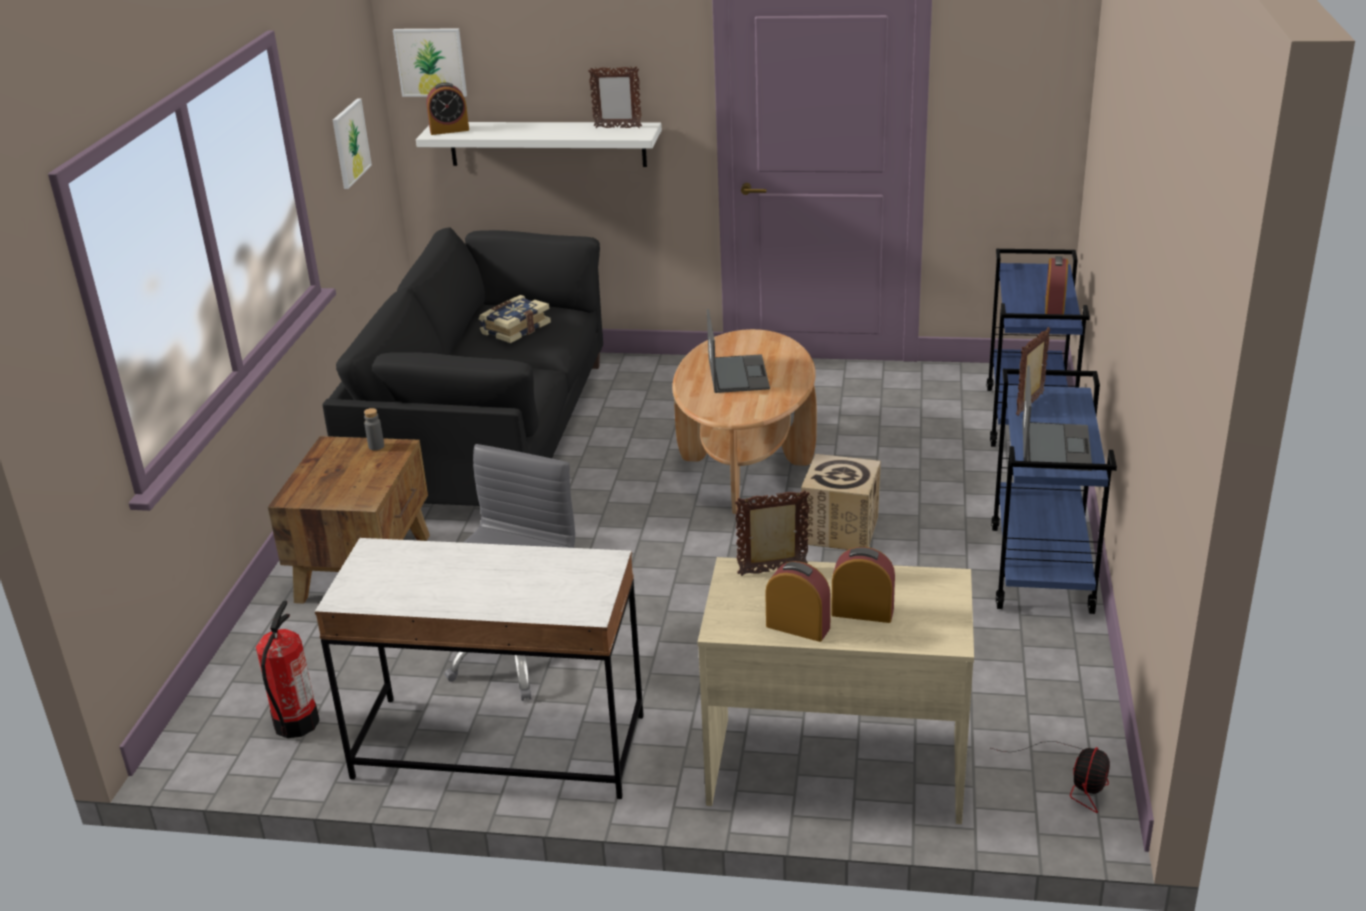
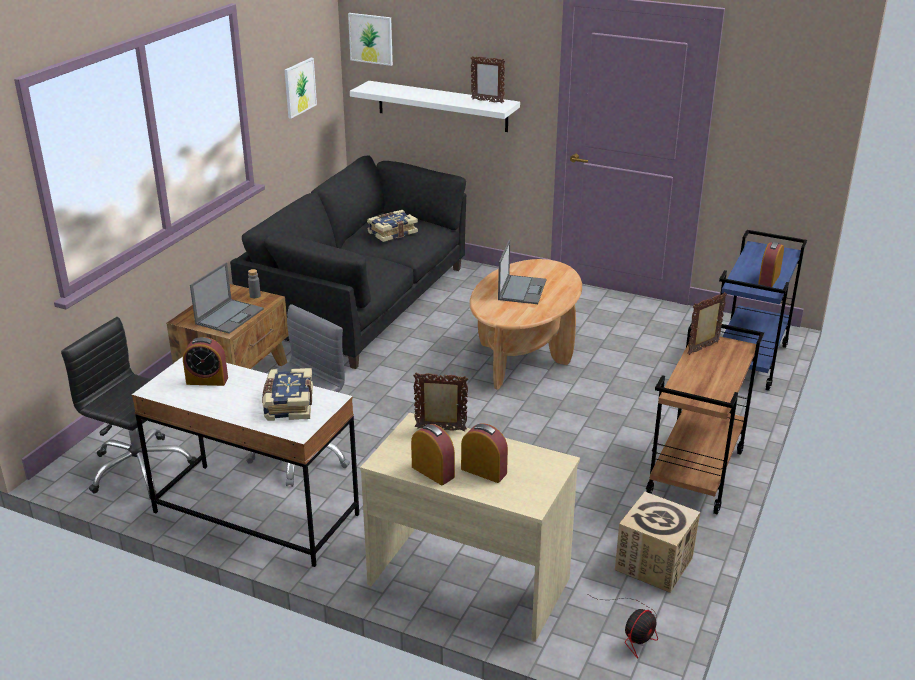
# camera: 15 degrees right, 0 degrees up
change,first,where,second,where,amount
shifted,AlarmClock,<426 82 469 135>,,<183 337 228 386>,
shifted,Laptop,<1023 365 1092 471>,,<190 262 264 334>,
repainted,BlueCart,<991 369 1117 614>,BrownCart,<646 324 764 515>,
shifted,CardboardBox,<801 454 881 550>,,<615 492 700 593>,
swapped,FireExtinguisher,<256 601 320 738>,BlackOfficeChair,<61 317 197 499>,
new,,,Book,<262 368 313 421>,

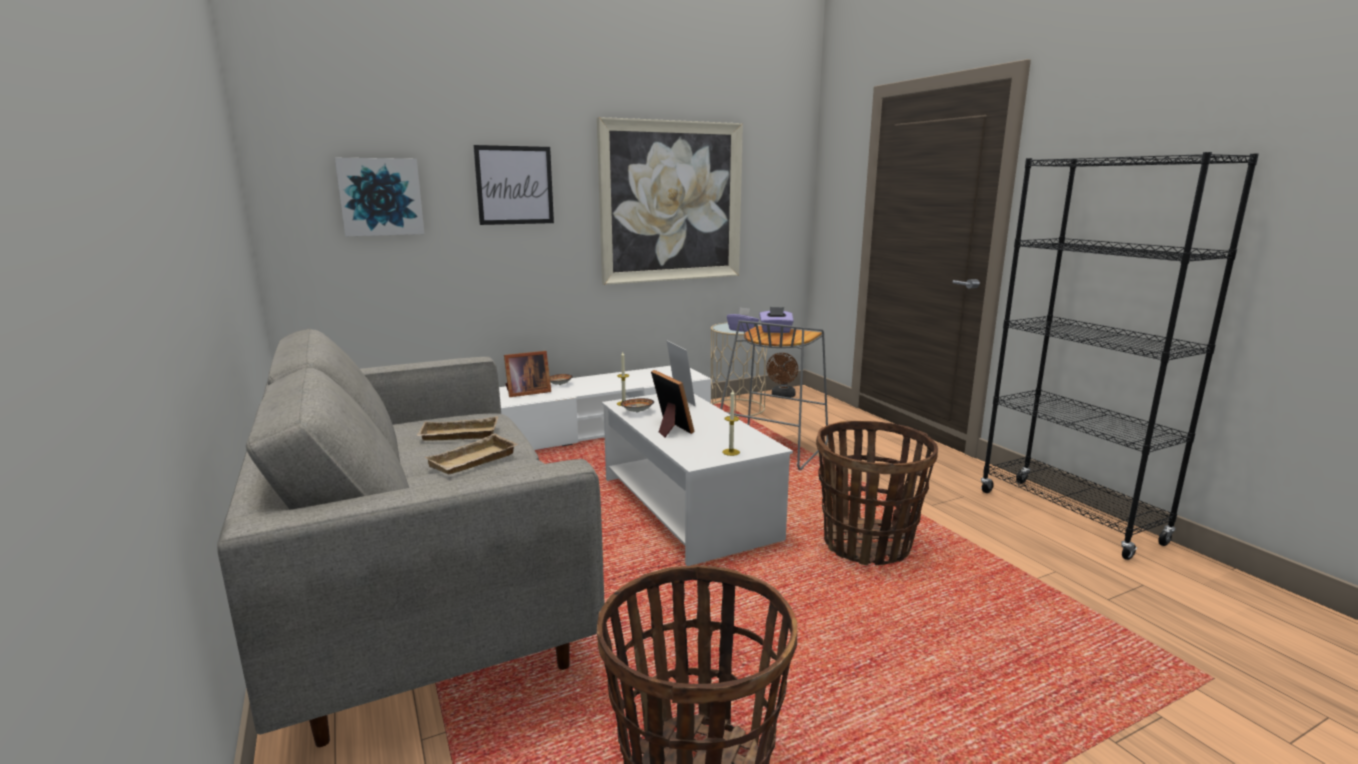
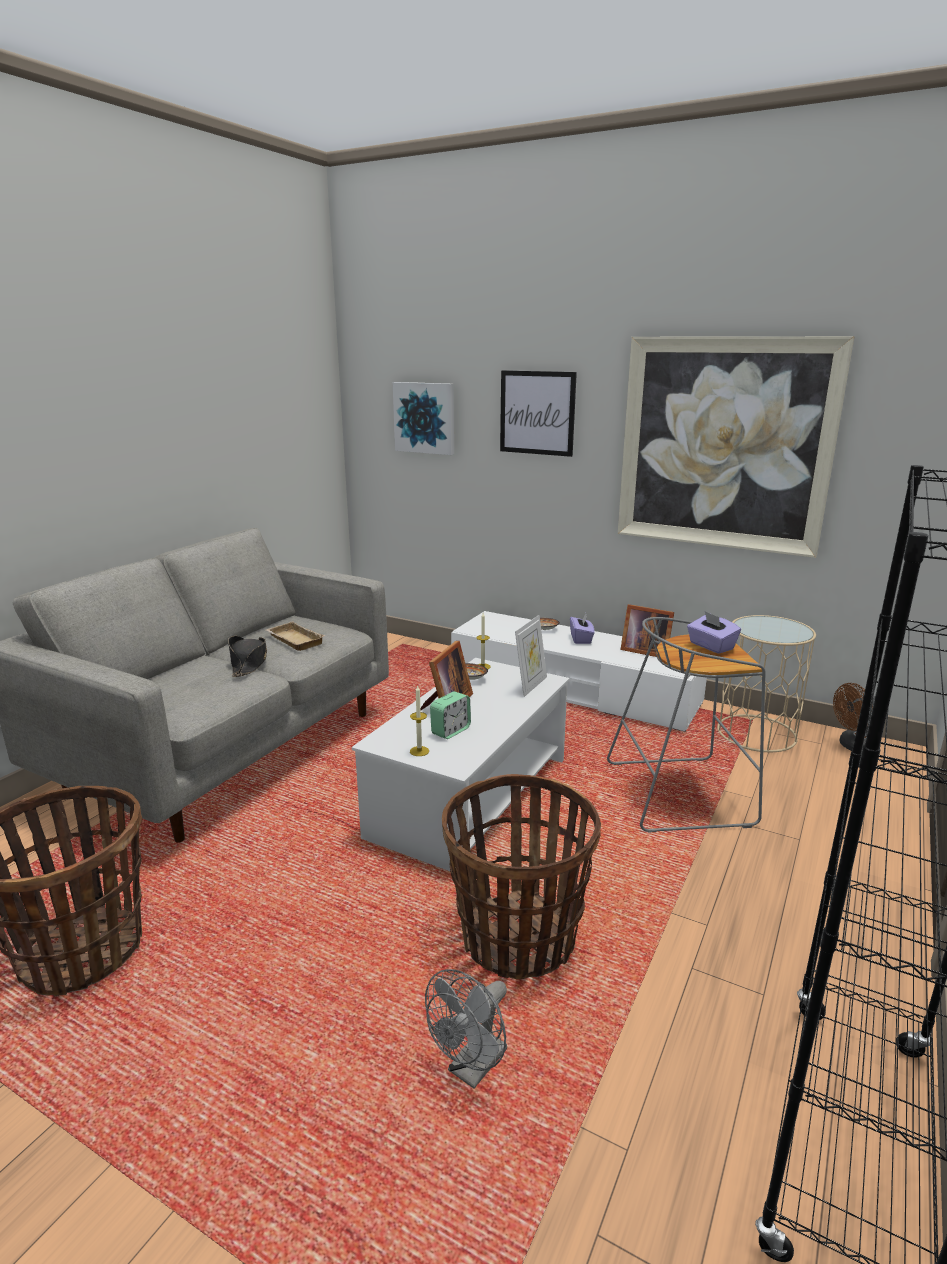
# camera: 55 degrees right, 5 degrees up
change,first,where,second,where,amount
shifted,PurpleTissueBox,<727 307 759 332>,,<570 613 595 644>,
shifted,PictureFrame,<504 351 551 397>,,<620 604 674 657>,
swapped,BeigeTray,<424 433 518 474>,BlackHat,<228 636 267 677>,
new,,,AlarmClock,<430 691 471 739>,
new,,,GreyFan,<425 969 507 1089>,

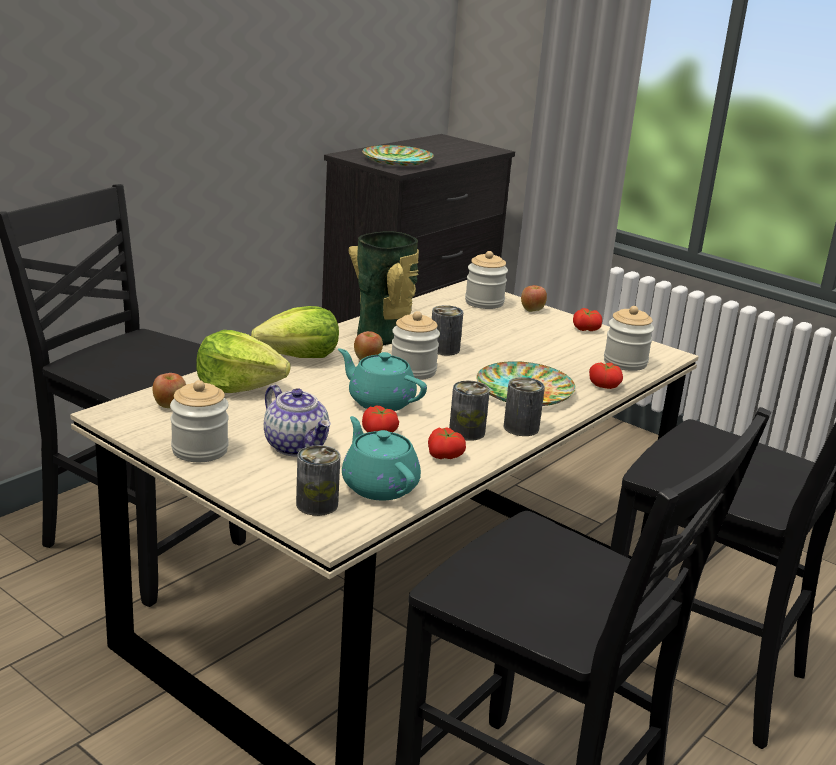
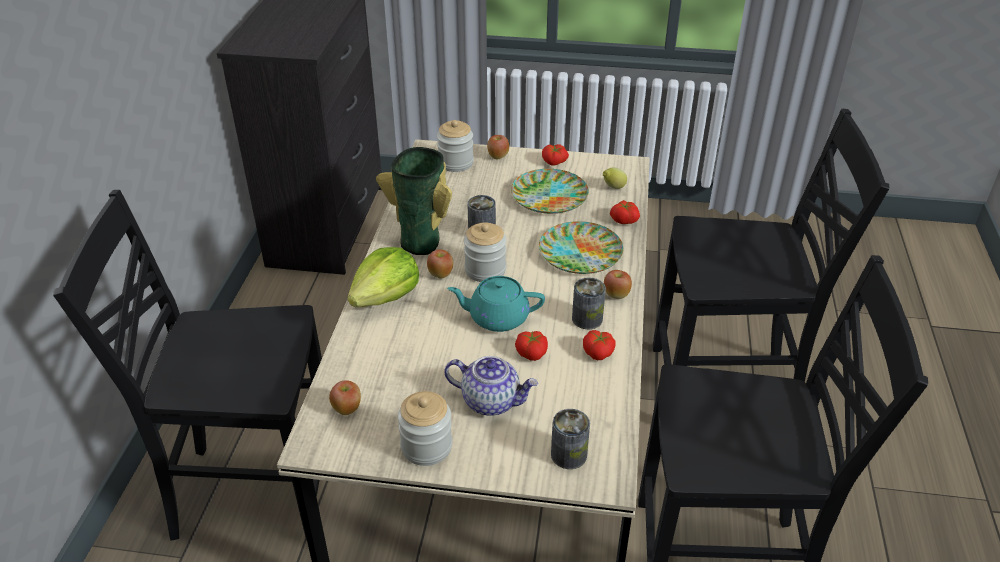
# camera: 30 degrees left, 15 degrees up
change,first,where,second,where,amount
shifted,Plate,<362 145 434 166>,,<511 169 589 214>,
swapped,Jar,<604 306 654 371>,Lemon,<603 167 627 189>,
gone,Lettuce,<196 330 291 393>,,,
swapped,Can,<504 377 545 436>,Apple,<604 270 632 299>,
gone,TurquoiseTeapot,<342 416 421 501>,,,

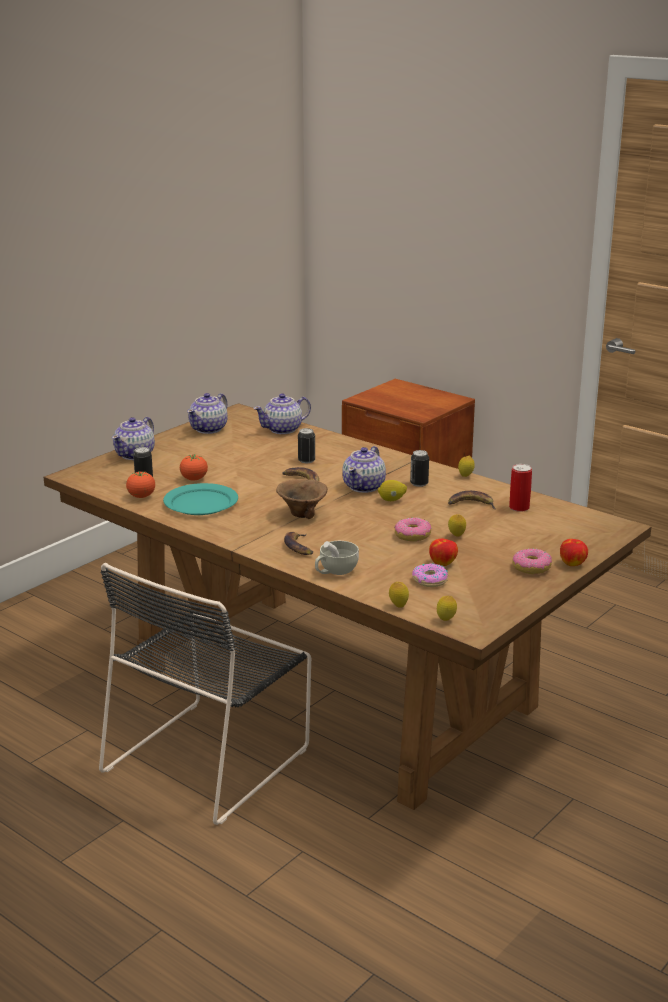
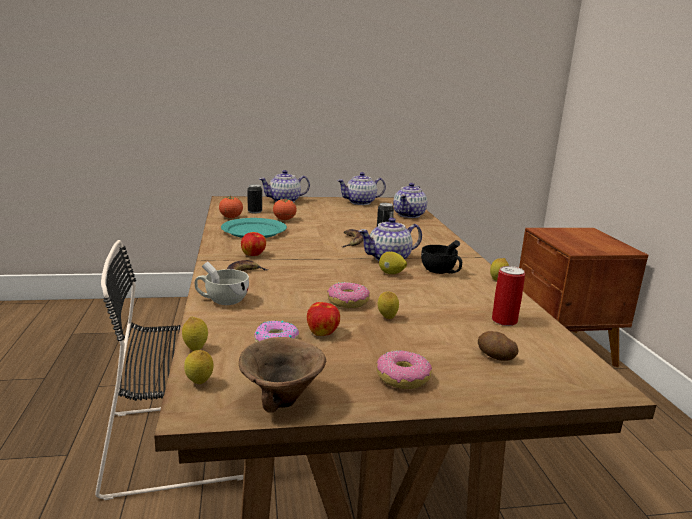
# camera: 40 degrees right, 5 degrees down
change,first,where,second,where,amount
rotated,Teapot,<253 393 311 434>,,<393 183 427 218>,75 degrees counterclockwise
swapped,Can,<410 450 429 487>,BlackCup,<421 240 462 274>,
shifted,BrownBowl,<276 479 328 519>,,<239 337 326 413>,
gone,Banana,<448 491 495 509>,,,
shifted,Apple,<560 539 588 566>,,<241 232 266 256>,
new,,,Potato,<478 331 519 361>,

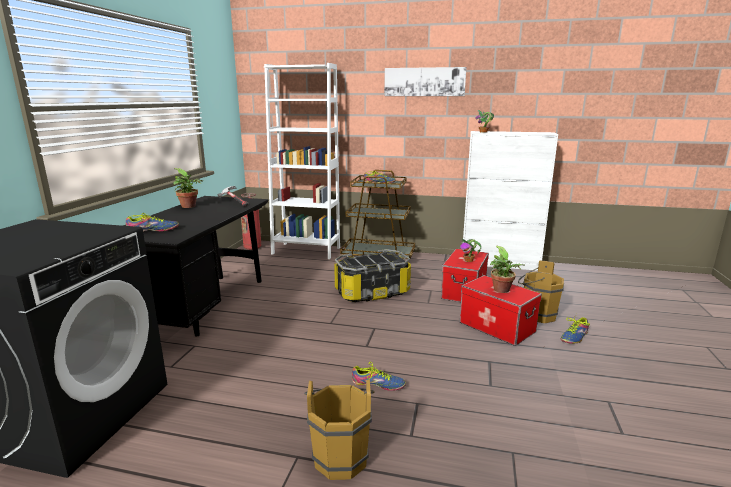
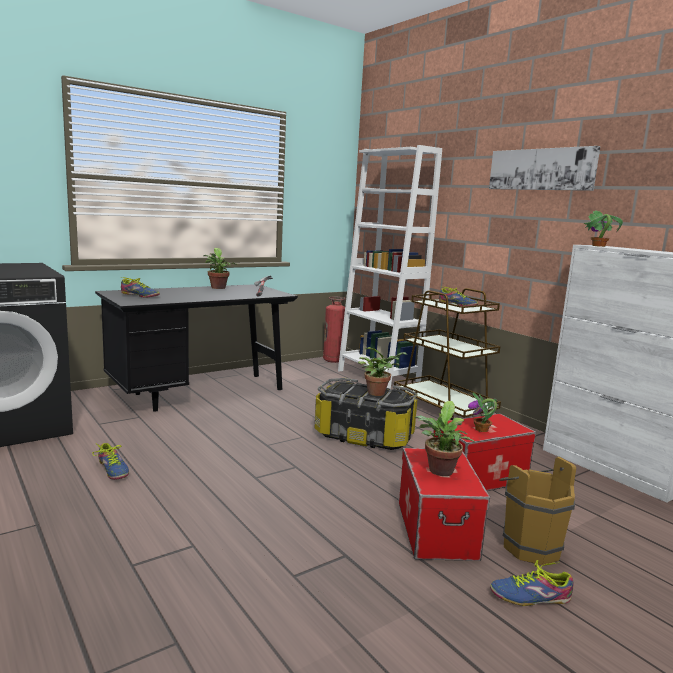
# camera: 40 degrees right, 5 degrees down
change,first,where,second,where,amount
shifted,Shoe,<352 362 406 391>,,<92 443 129 480>,
gone,BrownBucket,<304 379 375 480>,,,
new,,,PottedPlant,<358 347 407 396>,

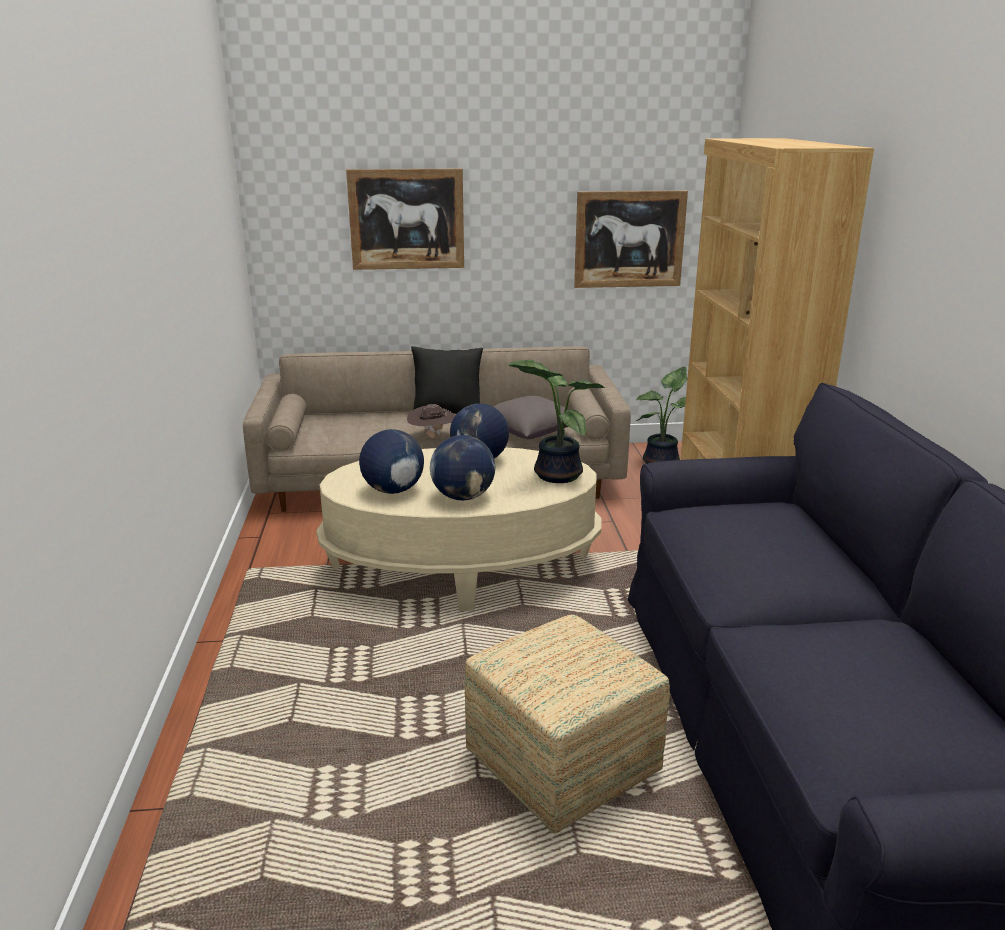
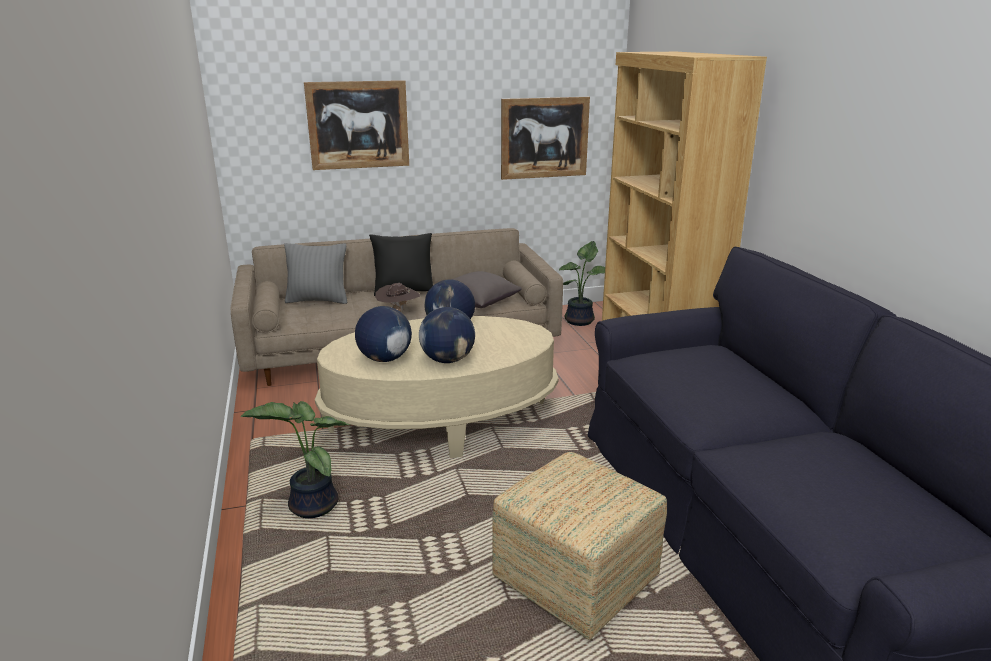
# camera: 10 degrees left, 0 degrees up
change,first,where,second,where,amount
shifted,PottedPlant,<508 360 606 483>,,<241 401 350 518>,
new,,,GreyPillow,<284 243 347 304>,

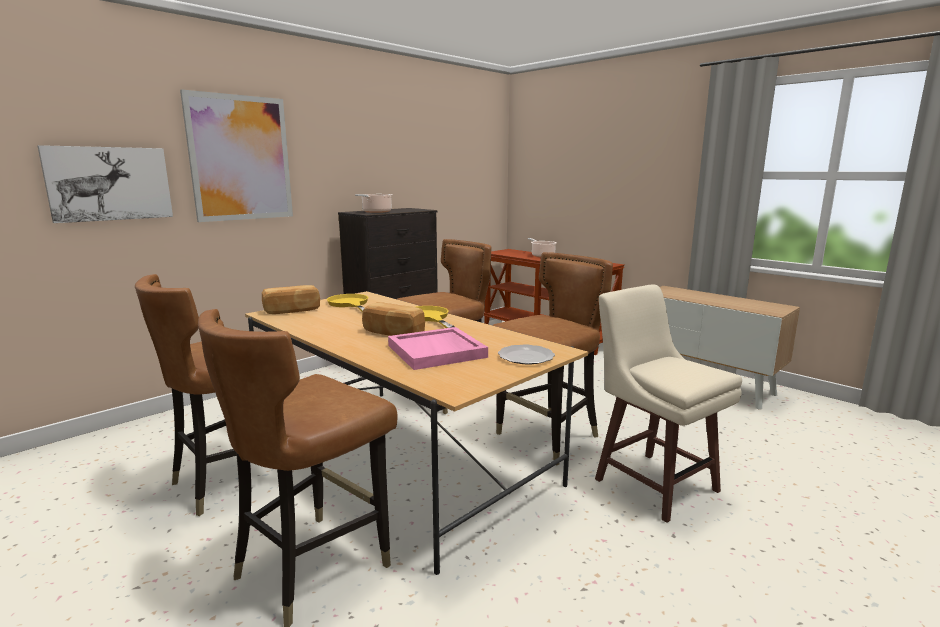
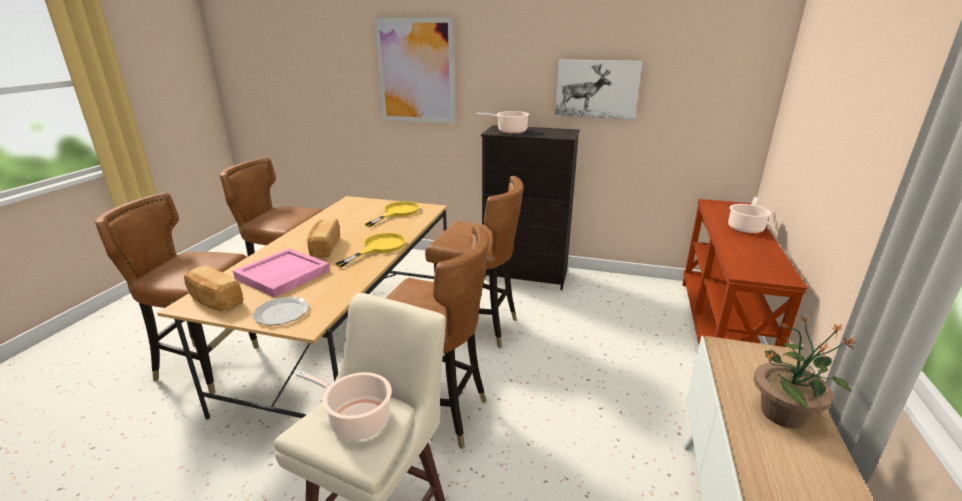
# camera: 60 degrees right, 10 degrees up
change,first,where,second,where,amount
shifted,Picture,<38 145 173 223>,,<555 60 642 119>,
shifted,Bread,<262 285 320 314>,,<184 265 243 311>,
new,,,PottedPlant,<754 316 856 428>,
new,,,CookingPot,<296 370 392 440>,

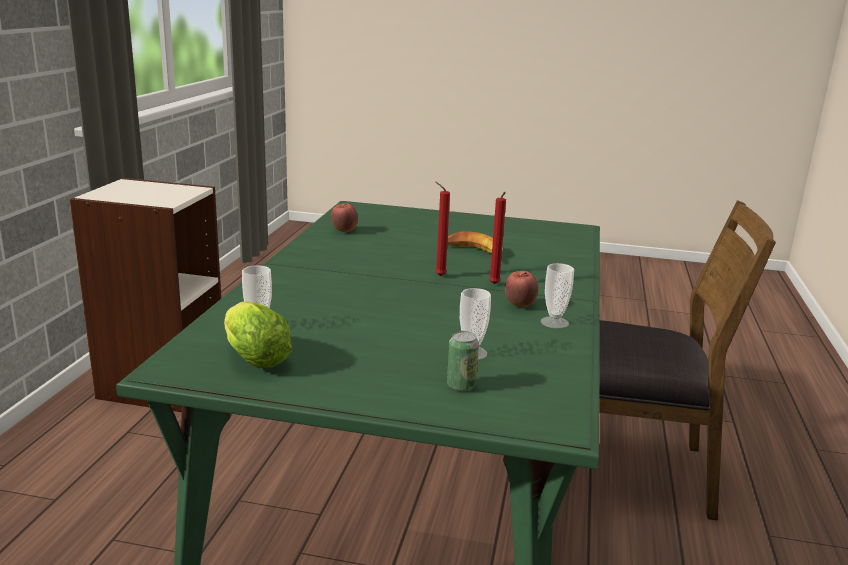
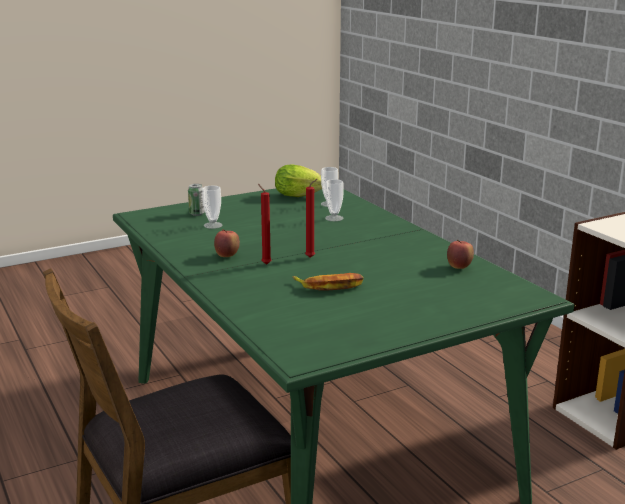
# camera: 140 degrees right, 0 degrees up
change,first,where,second,where,amount
shifted,Cup,<541 263 574 329>,,<325 179 344 221>,

